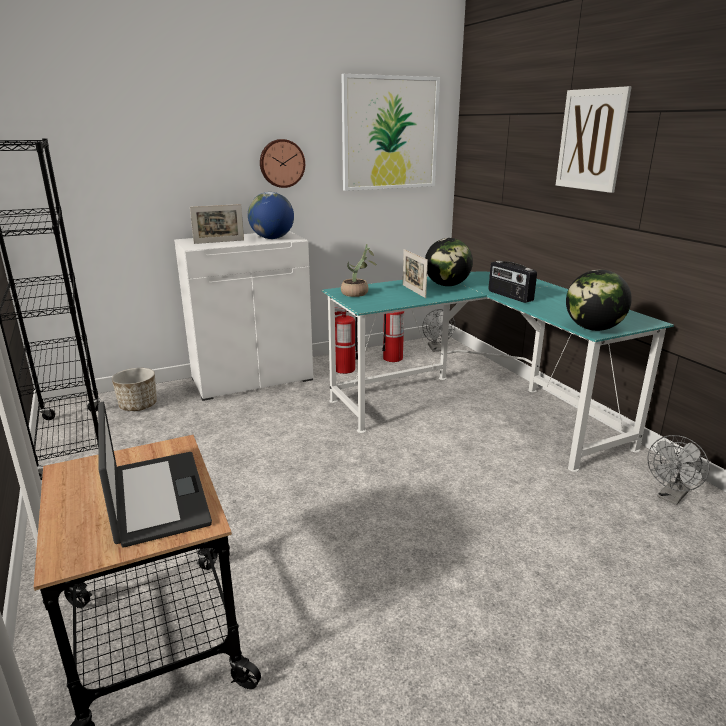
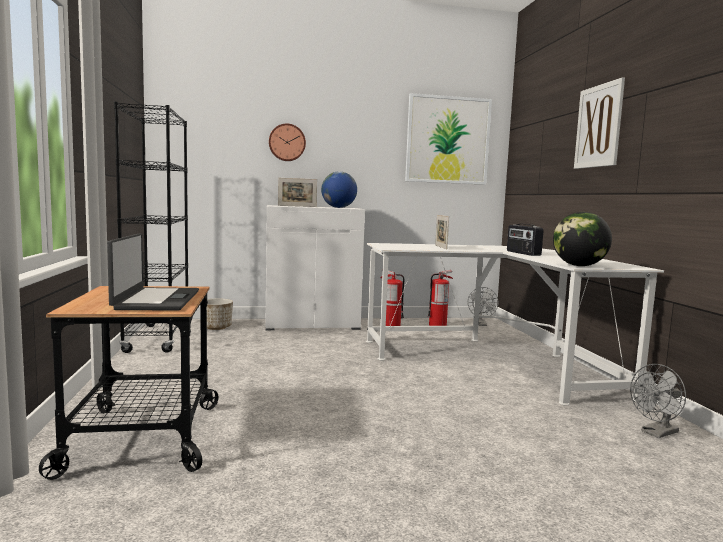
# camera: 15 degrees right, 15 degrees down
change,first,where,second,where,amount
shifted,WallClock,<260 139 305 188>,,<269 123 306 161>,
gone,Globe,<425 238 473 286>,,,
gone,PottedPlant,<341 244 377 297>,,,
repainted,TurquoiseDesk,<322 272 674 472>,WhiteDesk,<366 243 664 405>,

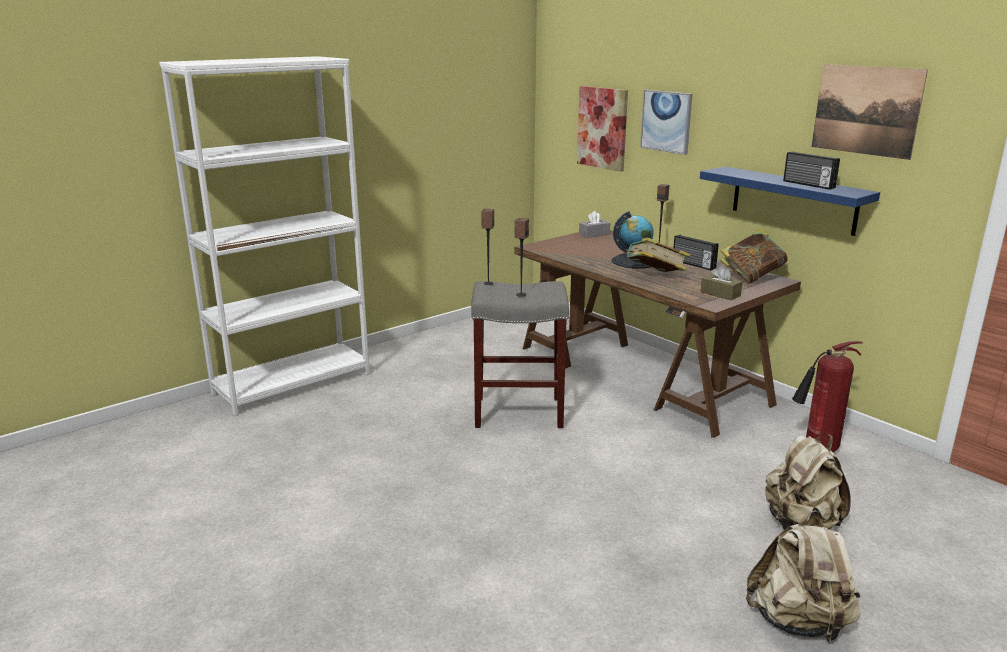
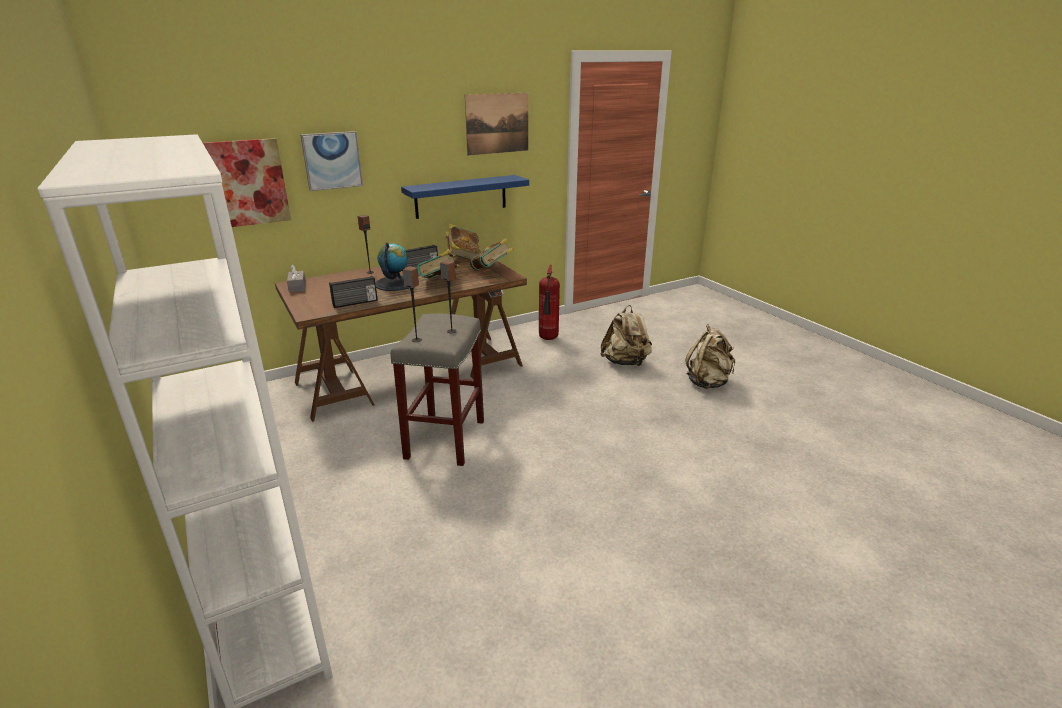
# camera: 80 degrees left, 5 degrees up
change,first,where,second,where,amount
shifted,Radio,<783 152 840 190>,,<329 276 378 308>,
swapped,BrownTissueBox,<700 265 742 300>,Book,<470 238 514 270>,

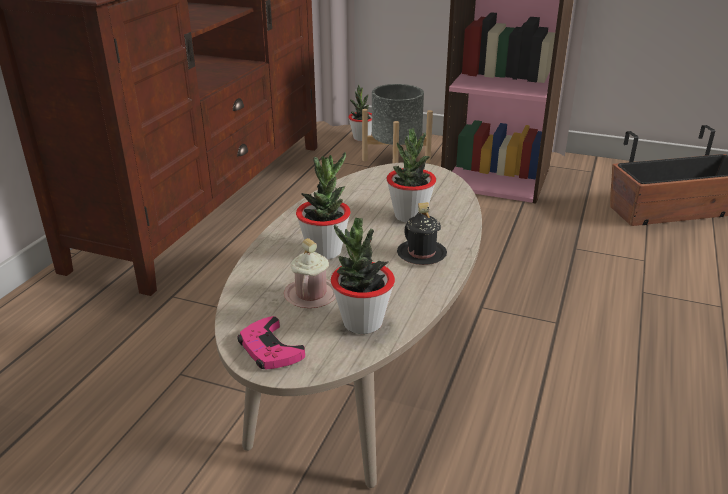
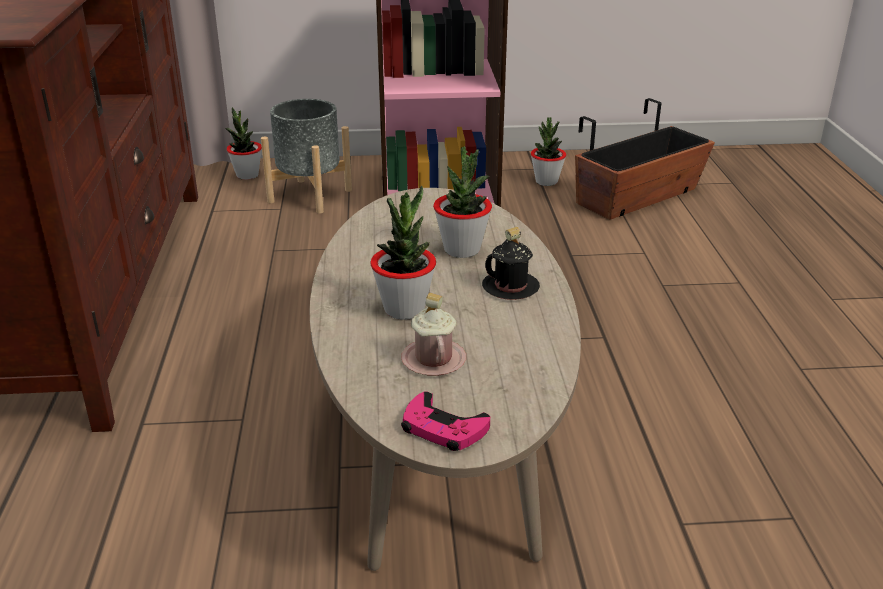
# camera: 25 degrees left, 0 degrees up
change,first,where,second,where,amount
shifted,PottedPlant,<331 218 395 334>,,<531 117 566 186>,

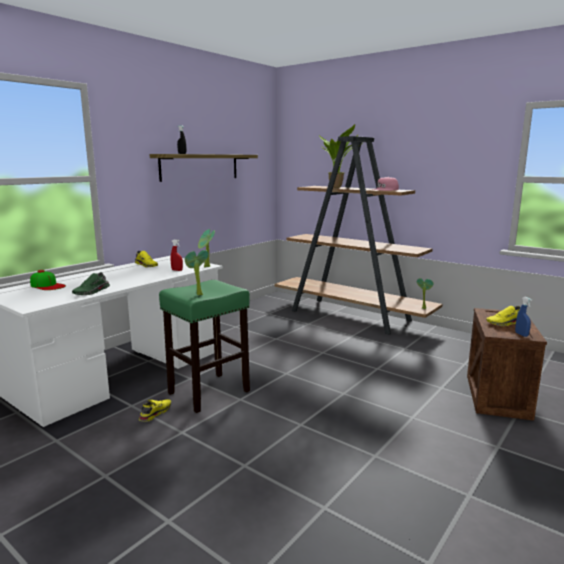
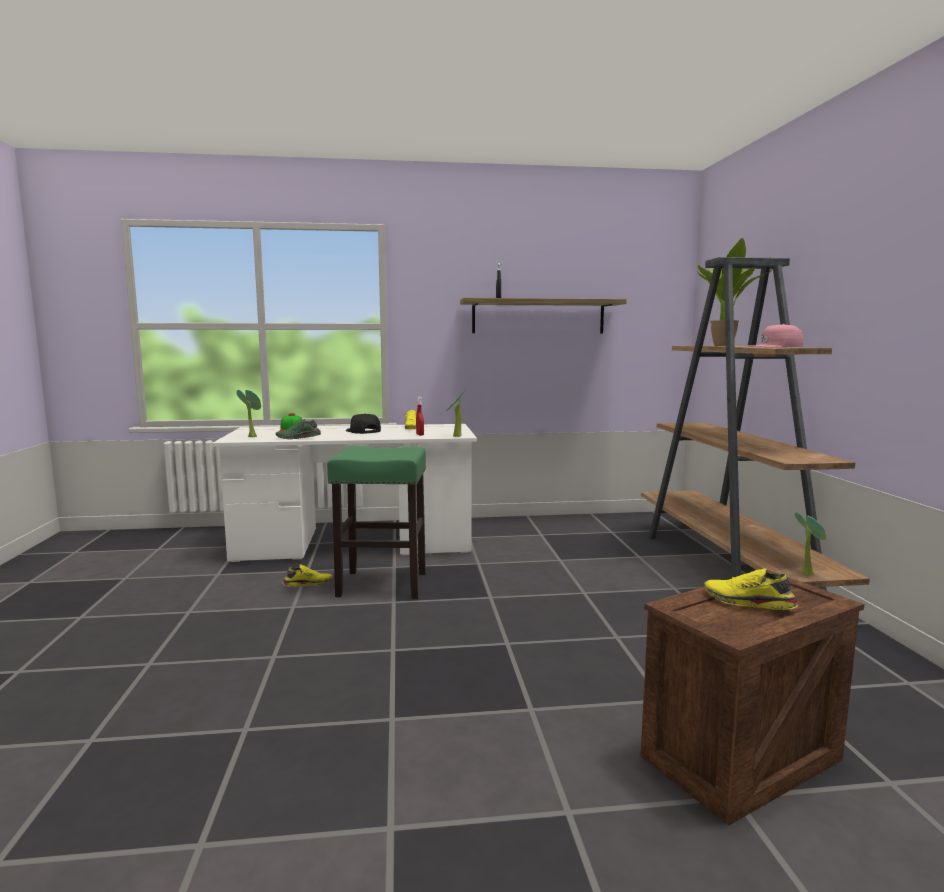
# camera: 45 degrees right, 5 degrees down
change,first,where,second,where,amount
shifted,PottedPlant,<185 250 209 295>,,<236 390 261 437>,
gone,BlueSprayBottle,<515 297 532 337>,,,
new,,,BlackCap,<346 414 381 434>,

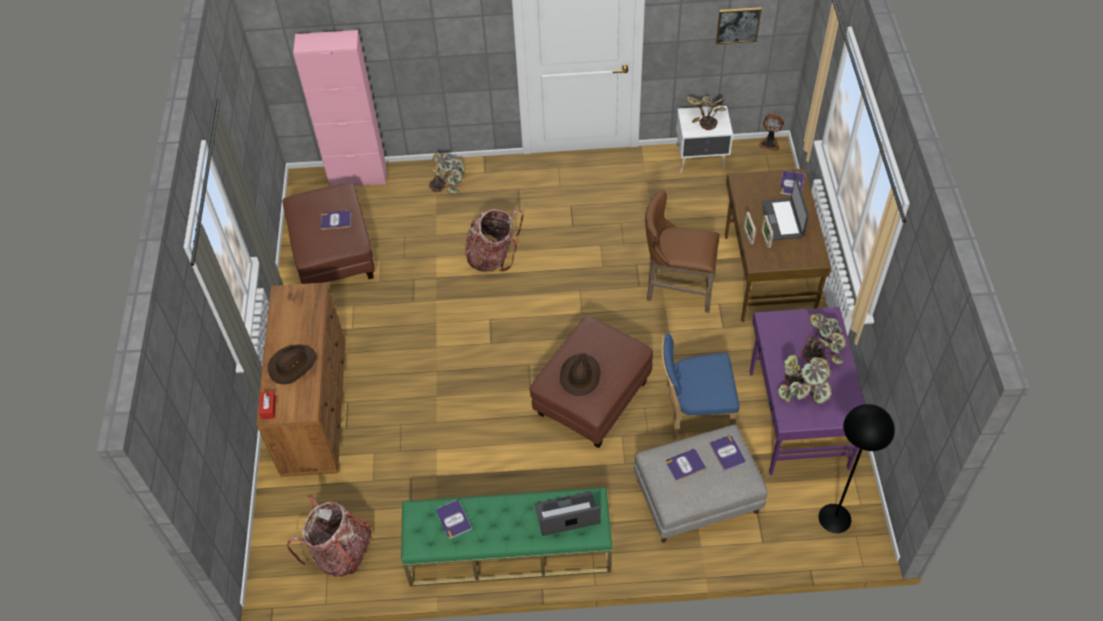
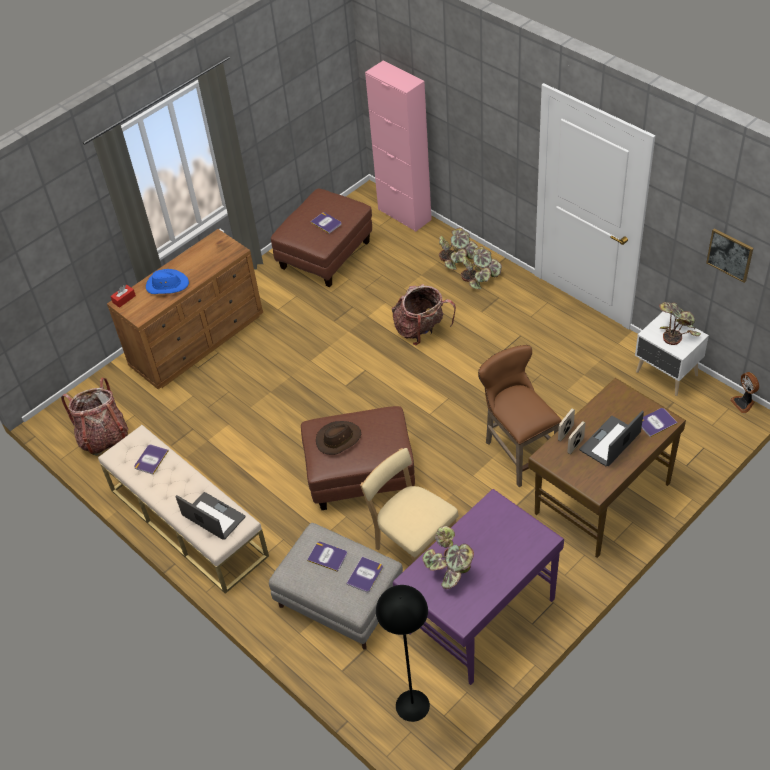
# camera: 50 degrees right, 5 degrees down
change,first,where,second,where,amount
shifted,PottedPlant,<801 313 846 365>,,<461 246 502 290>,
repainted,BlueChair,<661 332 739 440>,BeigeChair,<360 448 459 562>,
repainted,BrownHat,<268 345 316 384>,BlueHat,<146 269 189 294>,
repainted,GreenBench,<401 487 612 587>,BeigeBench,<98 425 269 594>,

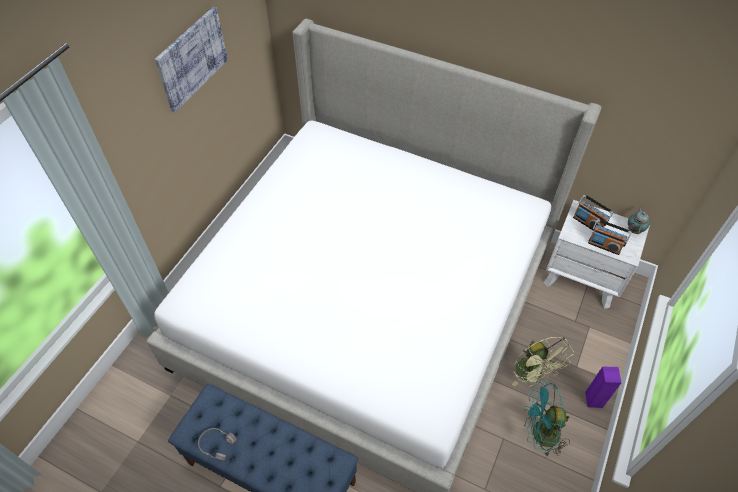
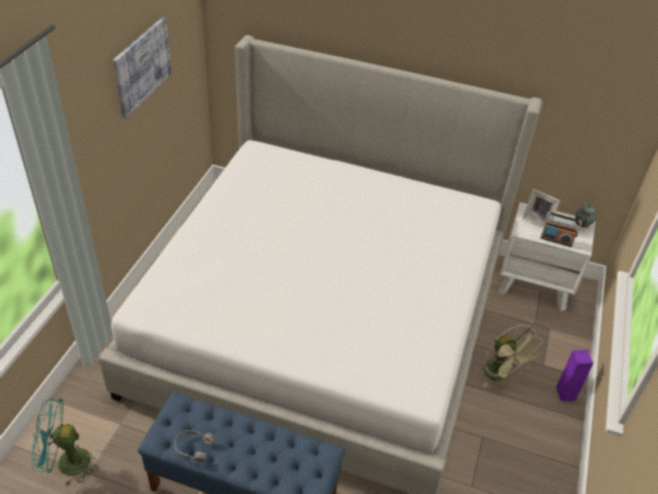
# camera: 10 degrees left, 10 degrees down
change,first,where,second,where,amount
swapped,Radio,<573 195 614 231>,PictureFrame,<522 189 560 229>,
shifted,TurquoiseFan,<524 382 570 457>,,<32 398 99 487>,

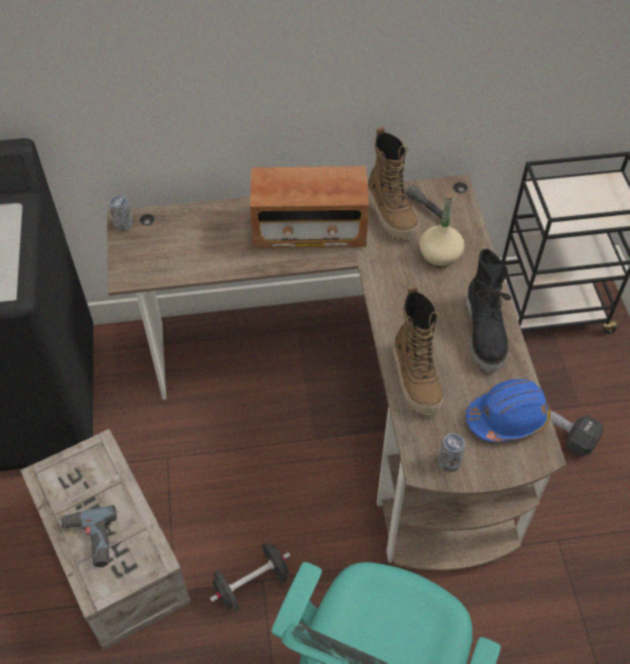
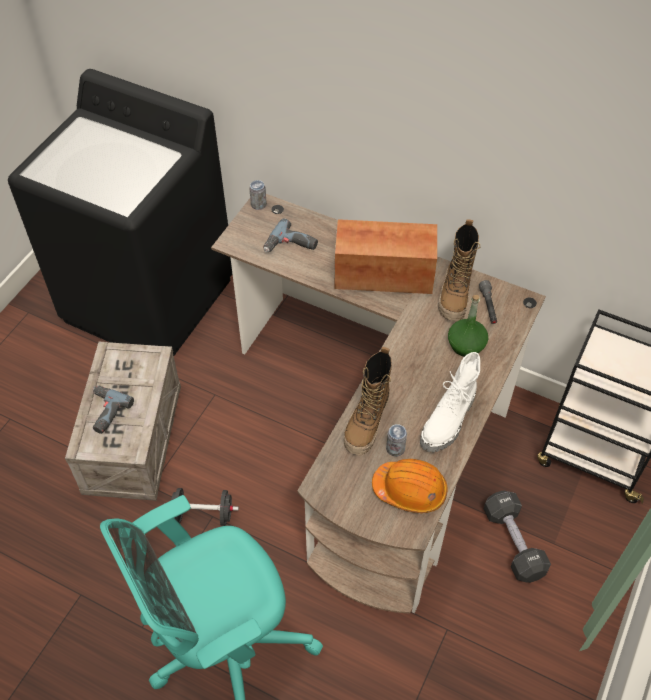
# camera: 35 degrees right, 0 degrees up
change,first,where,second,where,amount
rotated,Radio,<250 166 369 249>,,<334 219 437 294>,150 degrees clockwise
repainted,BeigeBottle,<419 193 464 267>,GreenBottle,<448 295 488 357>,
repainted,BlackBoot,<466 249 511 372>,WhiteBoot,<420 352 480 452>,
repainted,BlueHardHat,<466 379 550 442>,OrangeHardHat,<372 459 447 513>,
shifted,Can,<438 433 465 472>,,<386 424 407 457>,
new,,,PowerDrill,<263 218 318 252>,

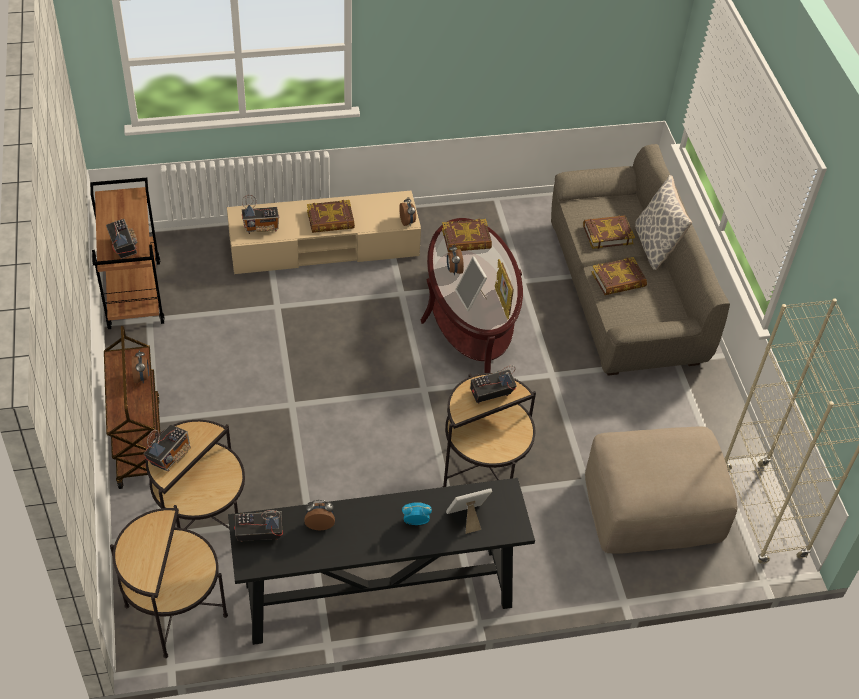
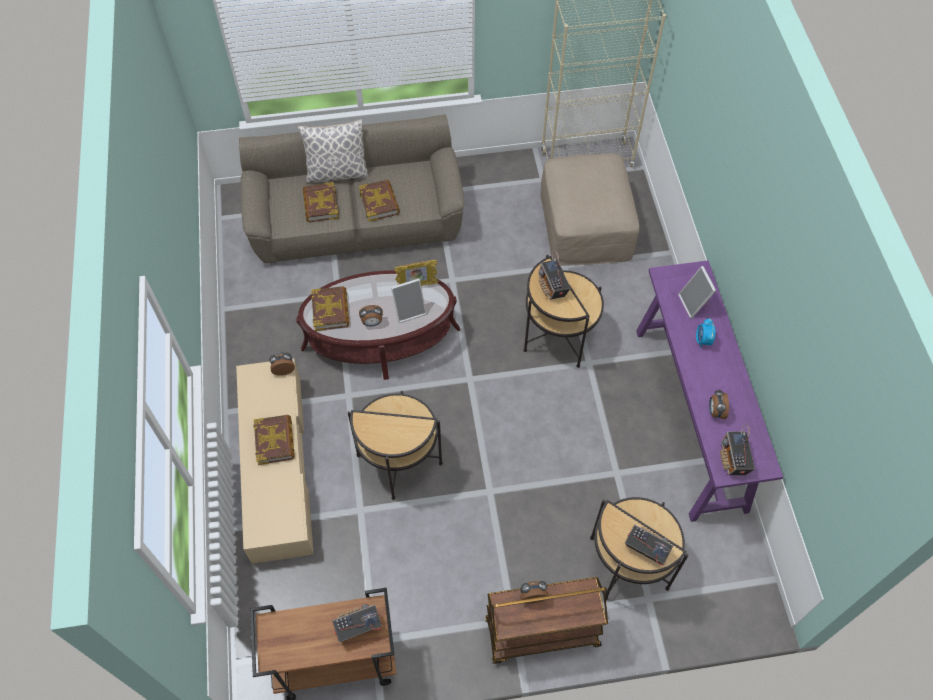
# camera: 85 degrees left, 10 degrees up
change,first,where,second,where,amount
gone,Radio,<242 195 279 234>,,,
repainted,BlackConsoleTable,<228 478 535 645>,PurpleConsoleTable,<636 260 783 522>,
shifted,SideTable,<110 505 228 658>,,<347 391 443 500>,

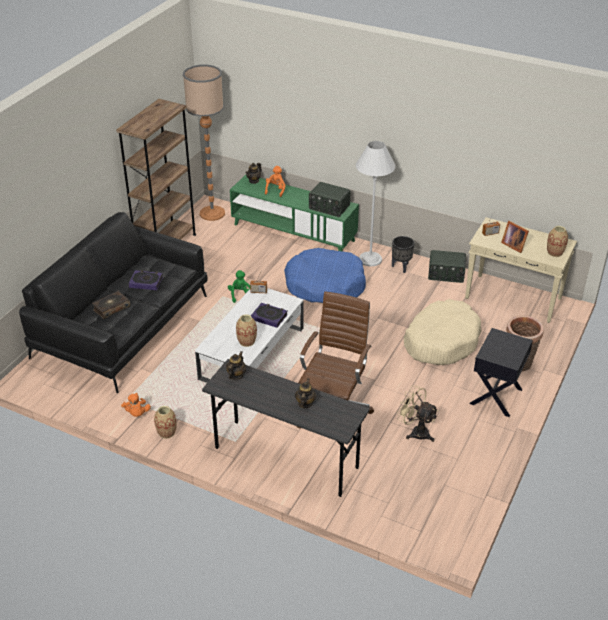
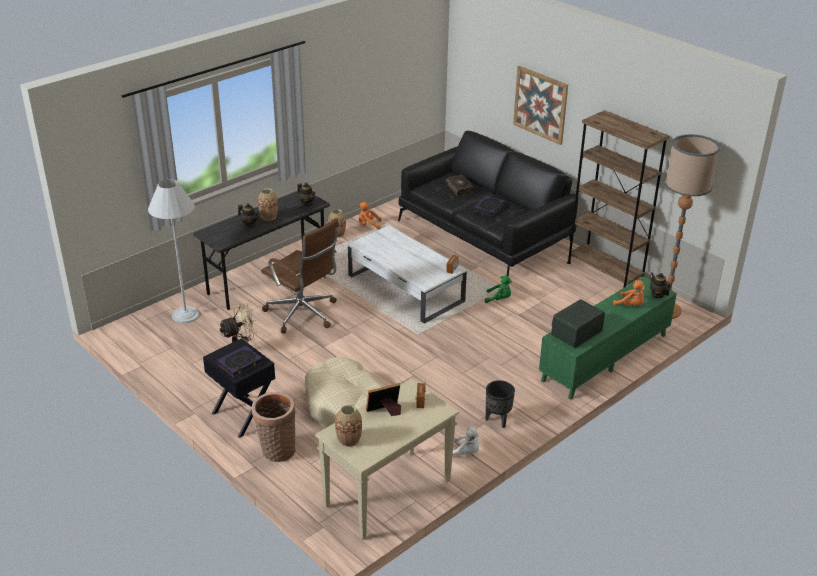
# camera: 110 degrees right, 5 degrees down
change,first,where,second,where,amount
shifted,WhiteFloorLamp,<356 141 396 266>,,<148 179 200 323>,
gone,BlueDogBed,<284 248 366 303>,,,
swapped,Radio,<428 250 466 283>,WhitePlushToy,<453 427 479 455>,
shifted,Book,<251 303 288 328>,,<217 346 263 377>,
shifted,Vase,<236 314 257 347>,,<258 188 278 221>,
new,,,Picture,<513 66 568 145>,

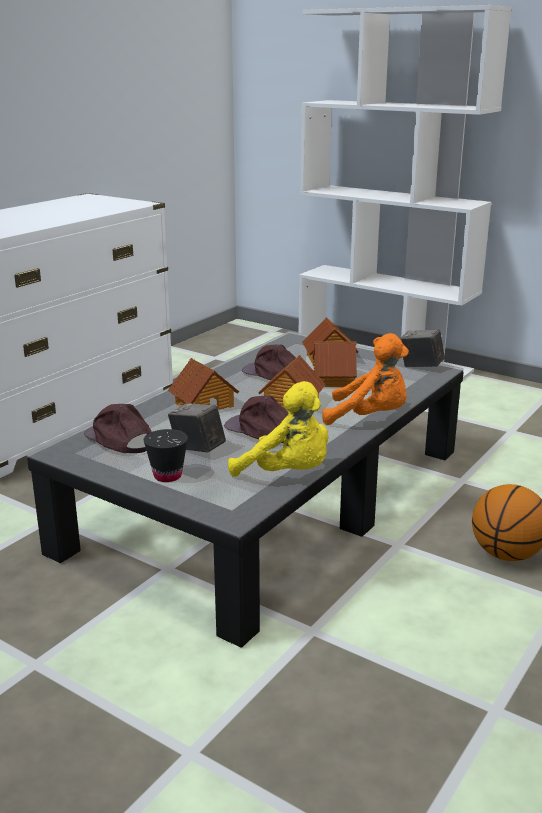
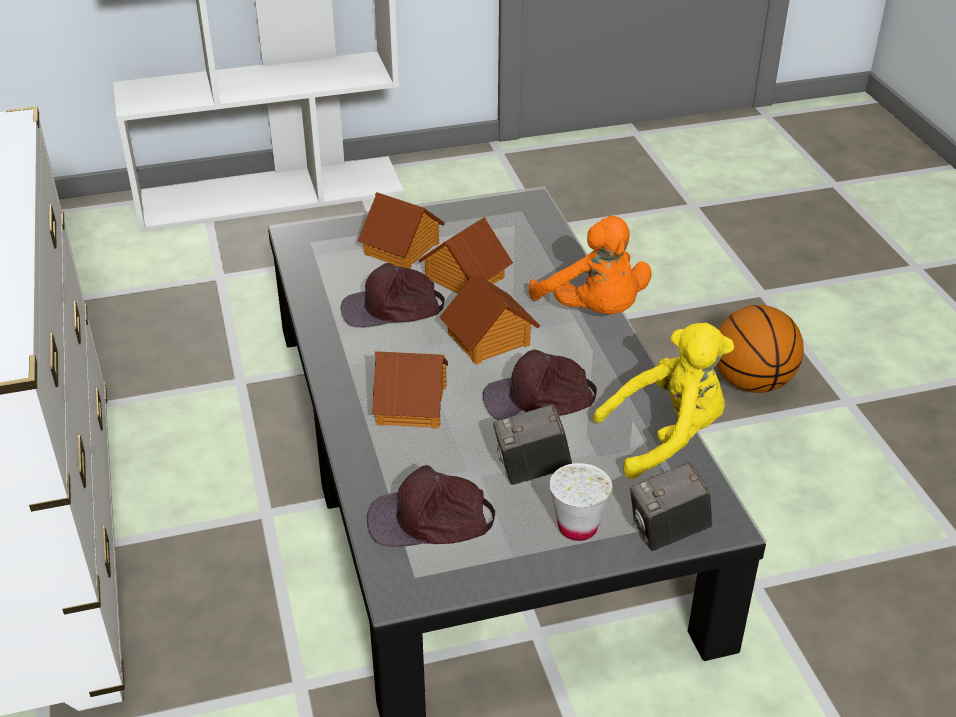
# camera: 50 degrees left, 15 degrees up
change,first,where,second,where,amount
shifted,PhotoCamera,<400 329 445 367>,,<630 462 712 551>,
rotated,OrangePlushToy,<322 333 409 425>,,<529 215 652 314>,90 degrees clockwise
repainted,BlackCup,<144 429 188 482>,WhiteCup,<549 463 613 541>,

